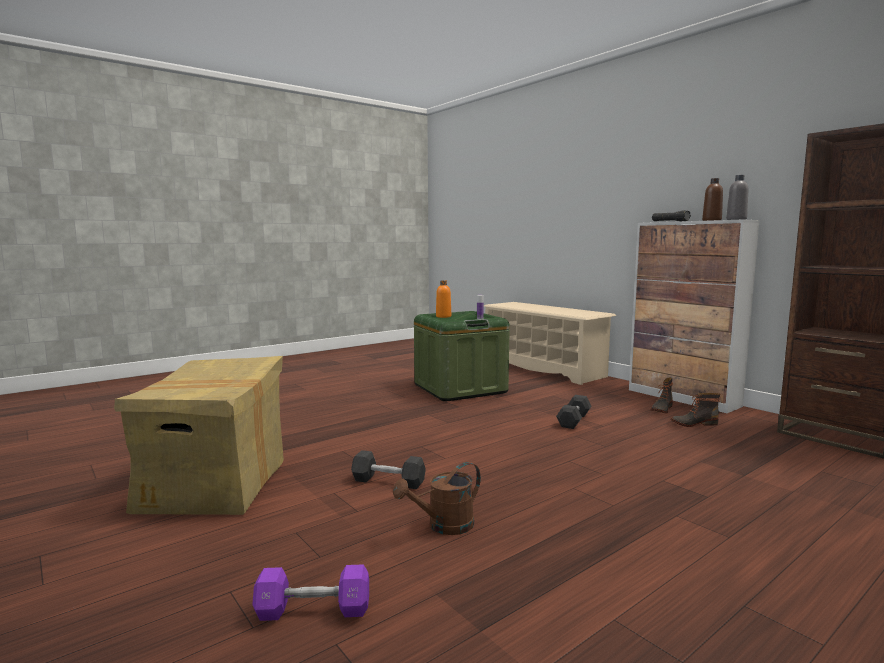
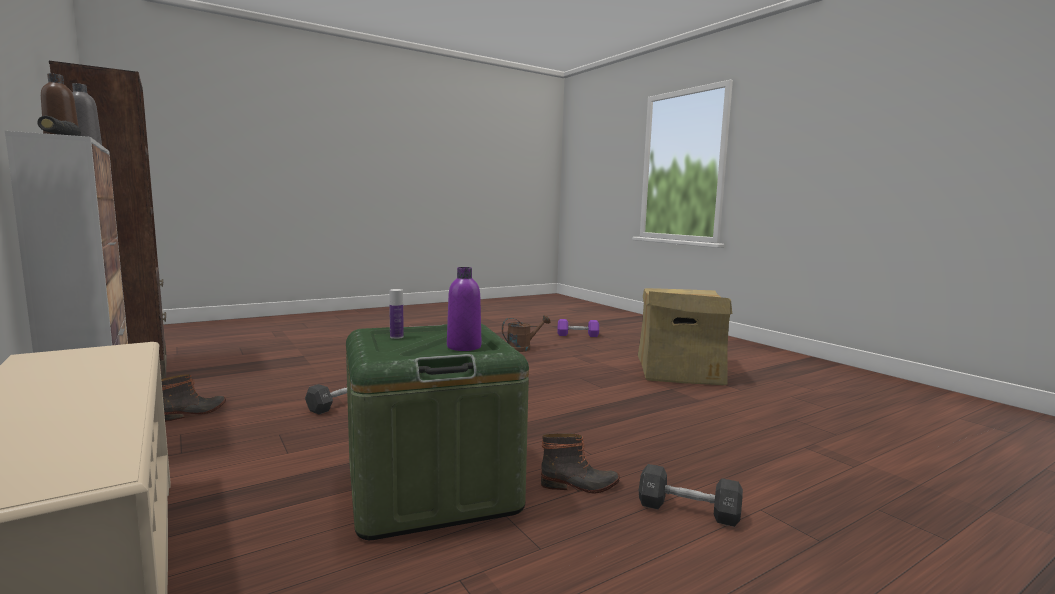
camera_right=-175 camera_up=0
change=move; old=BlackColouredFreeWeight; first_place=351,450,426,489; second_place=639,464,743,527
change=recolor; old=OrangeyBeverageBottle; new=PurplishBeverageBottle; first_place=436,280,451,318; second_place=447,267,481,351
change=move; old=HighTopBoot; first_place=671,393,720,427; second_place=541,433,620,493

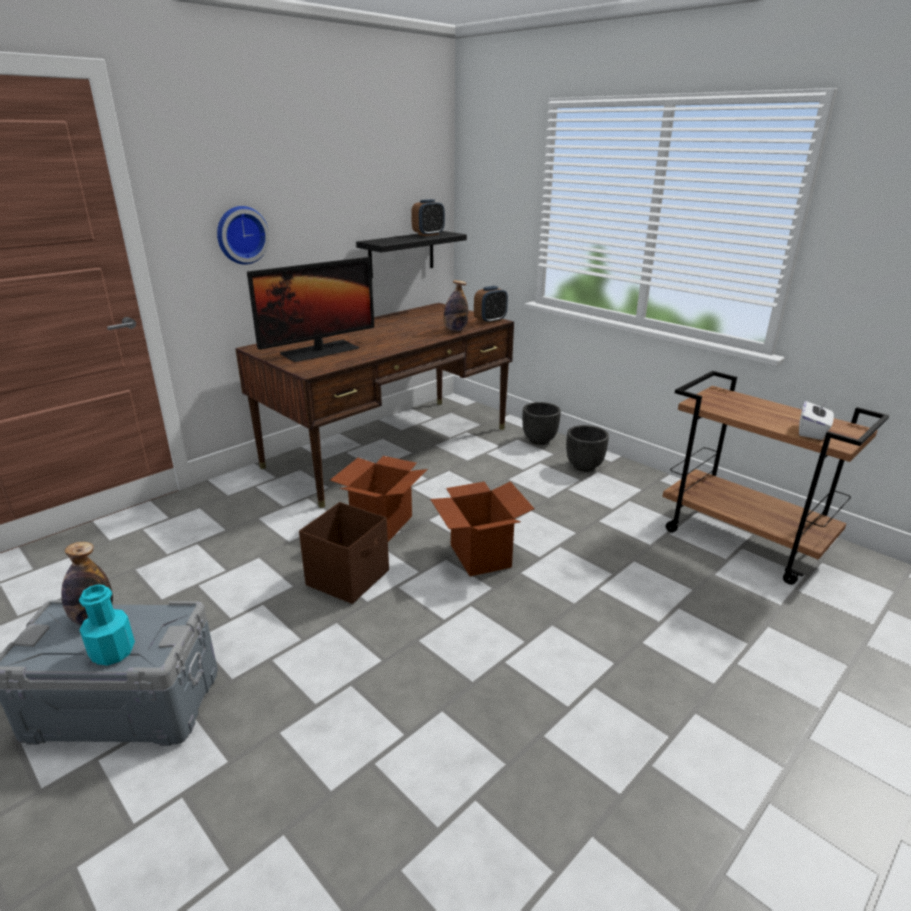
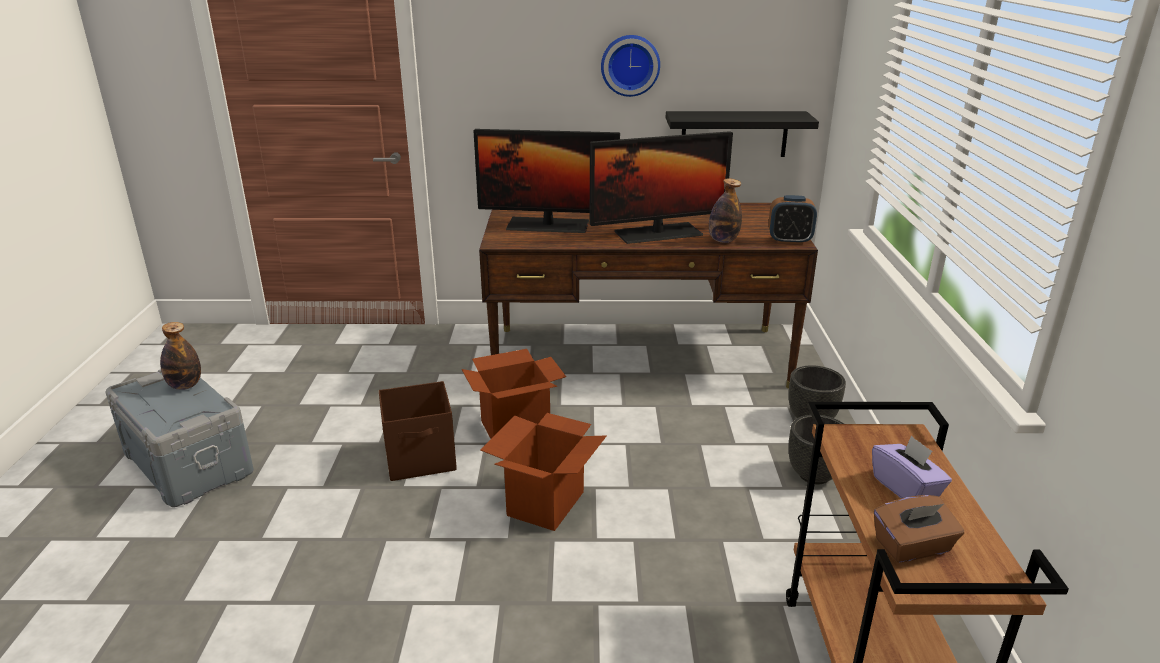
camera_right=45 camera_up=0
change=delete; old=BlueGreenBeverageBottle; first_place=79,585,135,666
change=move; old=HangingClock; first_place=217,206,269,265; second_place=601,35,660,97
change=delete; old=AlarmClock; first_place=411,199,445,236
change=recolor; old=WhiteBoxOfTissues; new=BrownishBoxOfTissues; first_place=799,400,834,440; second_place=874,495,964,563
change=insert; new=Monitor; second_place=589,131,733,244
change=insert; new=PurplishBoxOfTissues; second_place=872,435,952,499

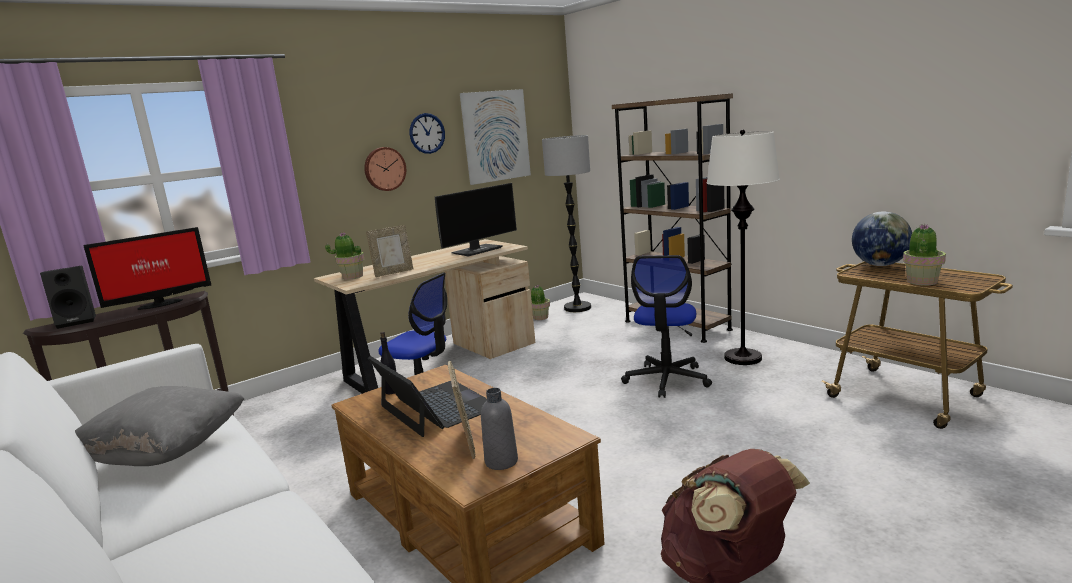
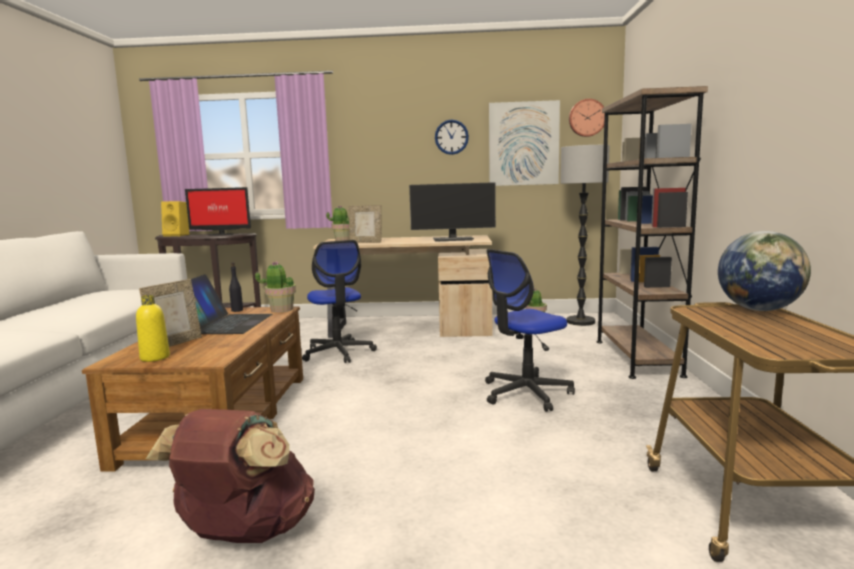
camera_right=40 camera_up=-5
change=recolor; old=BlackColouredSpeaker; new=YellowishSpeaker; first_place=40,266,96,329; second_place=161,201,189,237
change=delete; old=GreyPillow; first_place=75,386,245,466
change=move; old=HangingClock; first_place=364,147,406,191; second_place=569,99,605,137
change=recolor; old=GreyBeverageBottle; new=YellowishBeverageBottle; first_place=481,388,518,470; second_place=136,295,170,362
change=delete; old=WhiteStandardLamp; first_place=707,129,780,365
change=move; old=PottedPlant; first_place=903,224,946,285; second_place=255,261,296,312

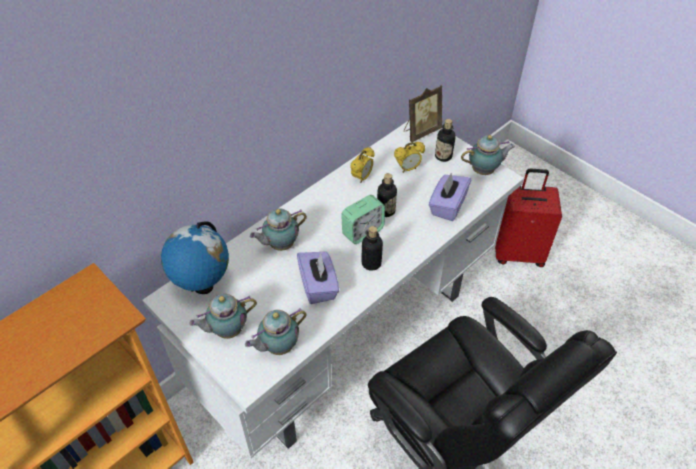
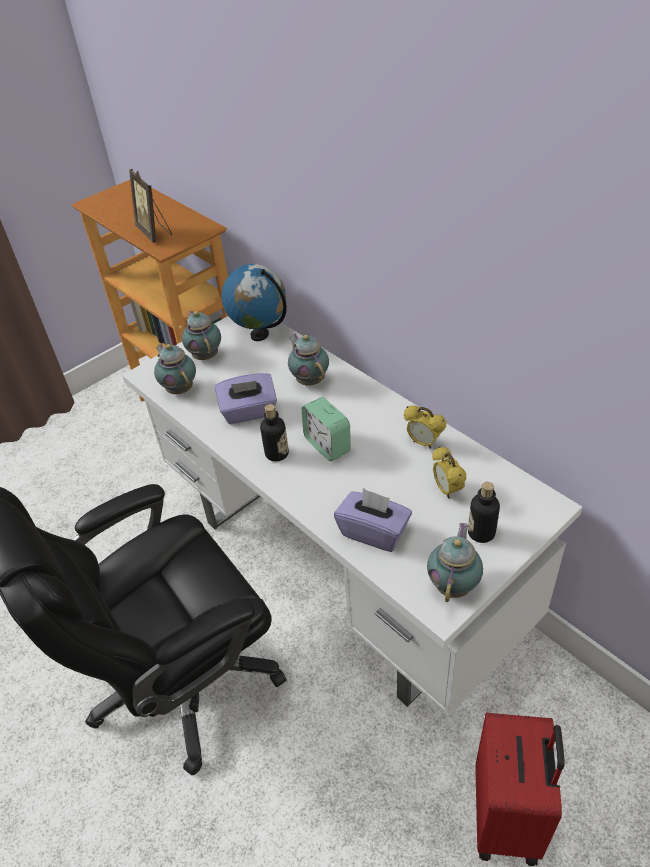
camera_right=95 camera_up=-5
change=delete; old=BeverageBottle; first_place=377,173,397,217
change=move; old=PhotoFrame; first_place=404,85,442,142; second_place=129,169,172,243
change=rotate; old=Teapot; first_place=461,135,515,175; second_place=427,523,483,602; degrees=-150

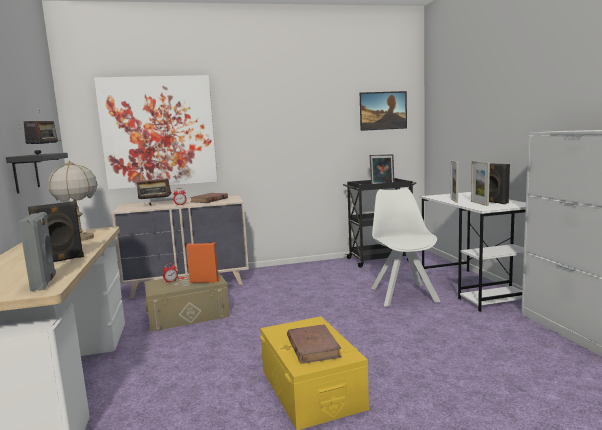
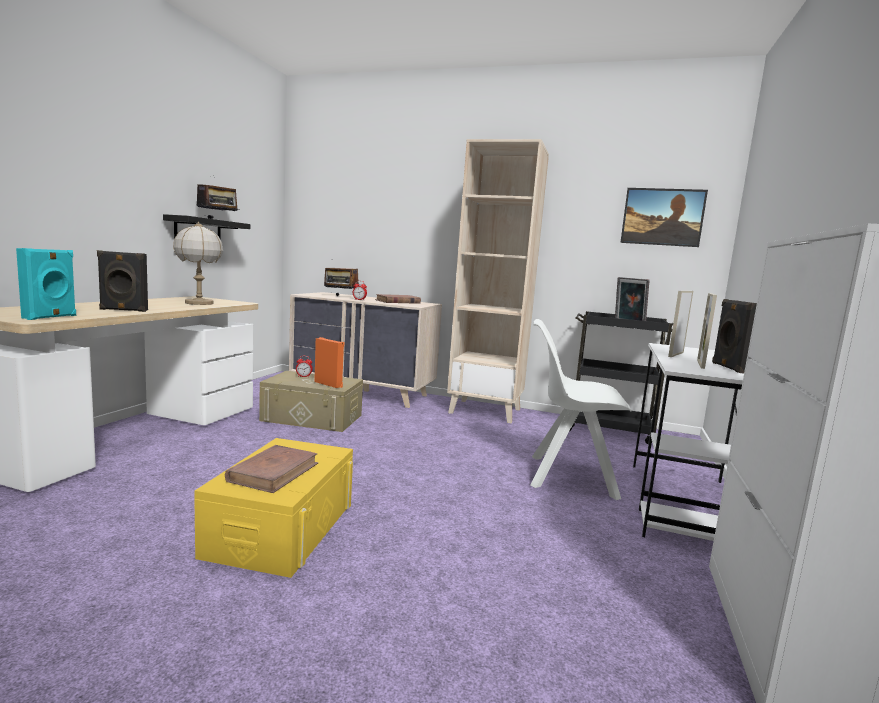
camera_right=30 camera_up=0
change=recolor; old=GreySpeaker; new=BlueGreenSpeaker; first_place=19,212,56,291; second_place=16,248,76,320
change=delete; old=Picture; first_place=94,75,218,190
change=rotate; old=WhitePlainChair; first_place=371,188,440,307; second_place=530,319,631,500; degrees=-105
change=insert; new=BeigeBookcase; second_place=447,139,549,423

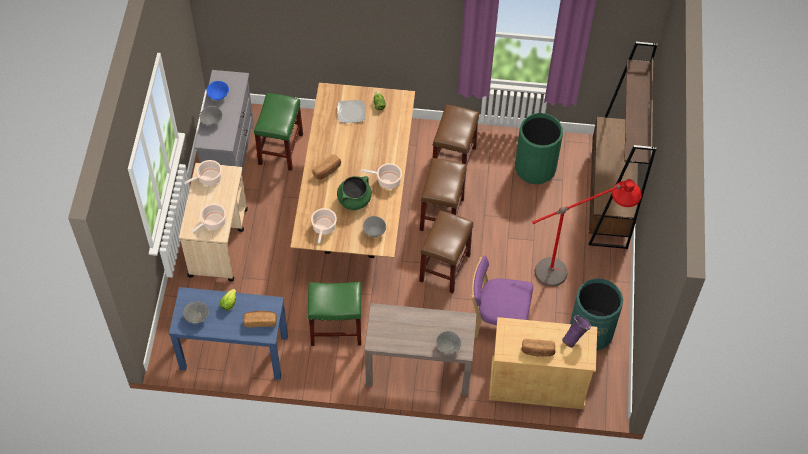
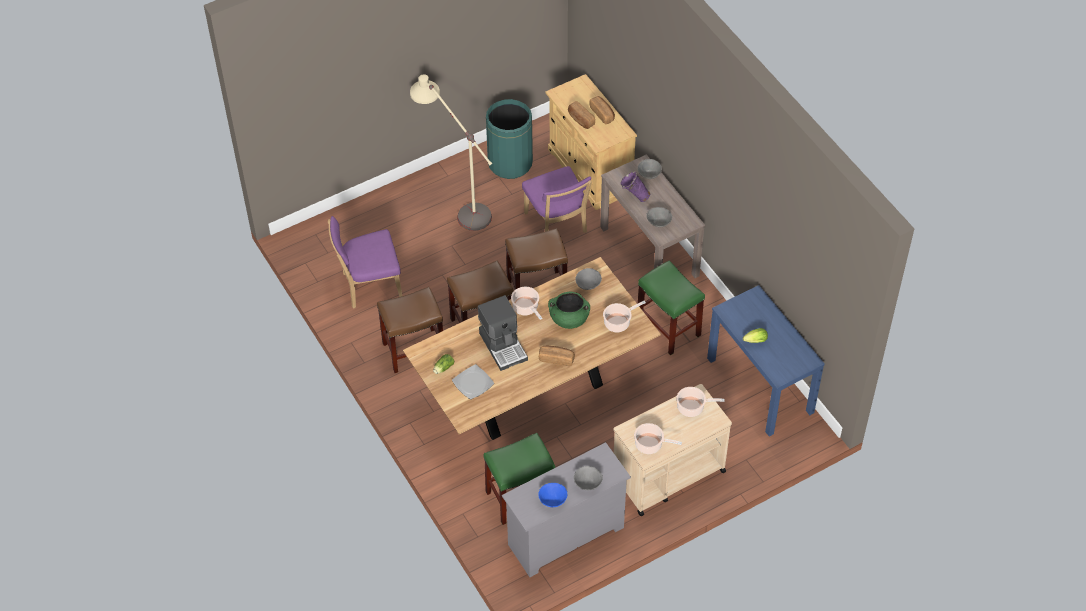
camera_right=-125 camera_up=-5
change=move; old=GreyBowl; first_place=183,302,209,323; second_place=646,207,672,227
change=move; old=BakeryBread; first_place=243,311,277,327; second_place=568,101,595,129
change=replace; old=GreenishRubbishBin; new=PurplishPlainChair; first_place=515,113,563,184; second_place=328,216,402,309
change=recolor; old=RedStandardLamp; new=BeigeStandardLamp; first_place=532,179,642,287; second_place=410,75,492,231
change=move; old=PurplishDecorativeVase; first_place=562,315,591,348; second_place=621,171,650,202
change=delete; old=BrownishBookcase; first_place=589,41,657,249
change=insert; new=CoffeeMachine; second_place=478,295,528,371

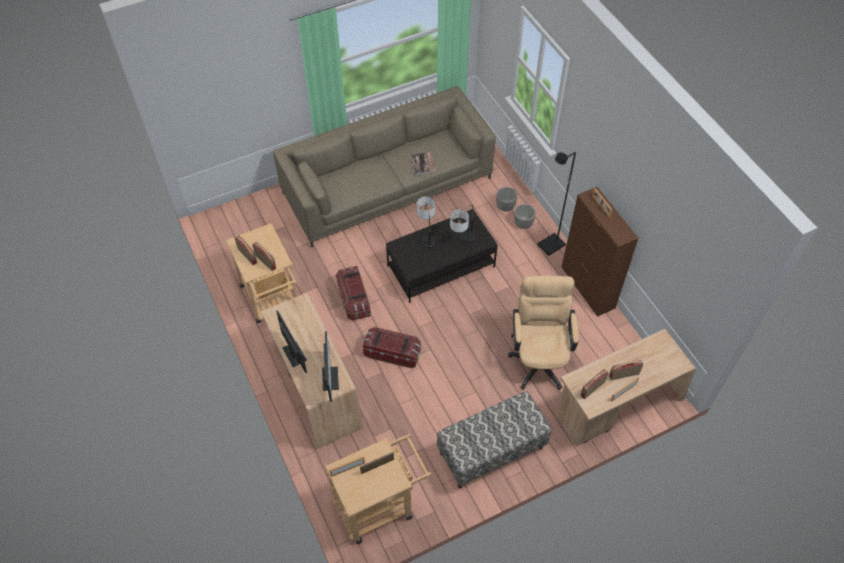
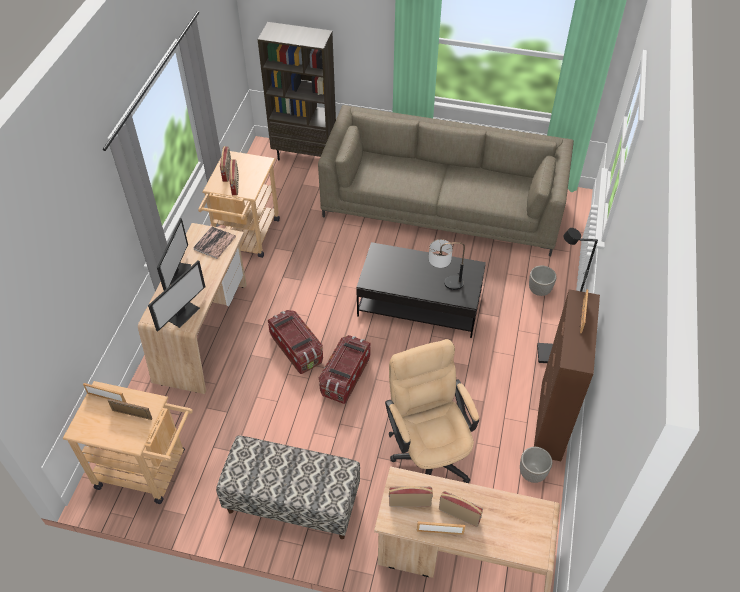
camera_right=40 camera_up=-5
change=move; old=StorageBox; first_place=336,266,371,321; second_place=319,335,371,404
change=move; old=Book; first_place=410,152,437,175; second_place=193,227,236,259
change=delete; old=TableLamp; first_place=417,196,435,248
change=rotate; old=BeigeOfficeChair; first_place=508,276,579,390; second_place=385,339,479,483; degrees=-60
change=move; old=PlantPot; first_place=514,204,536,229; second_place=520,447,552,483
change=insert; new=BrownishBookcase; second_place=258,22,336,160

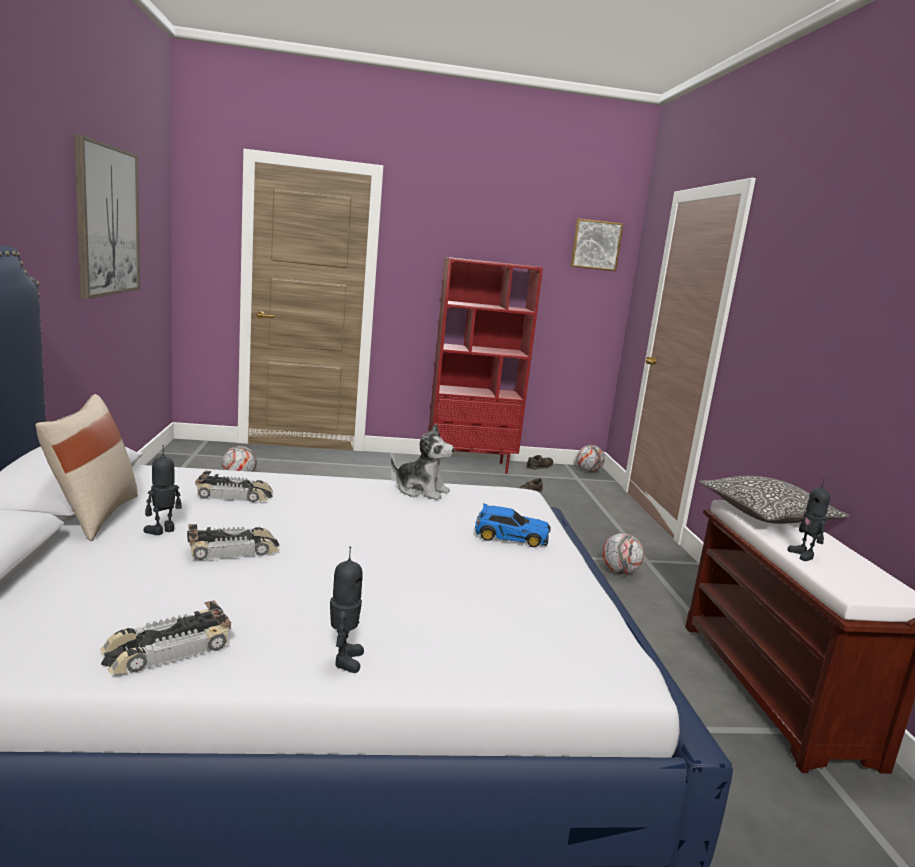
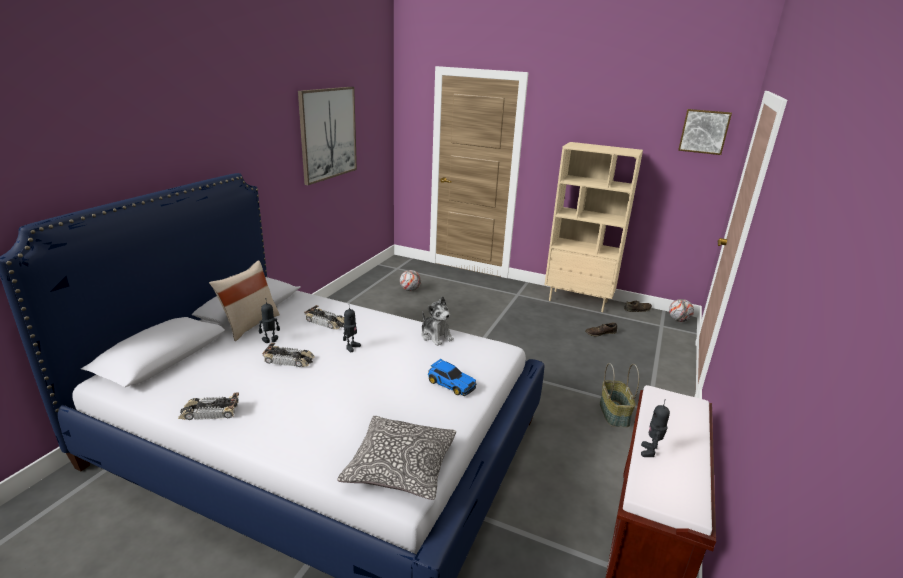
camera_right=30 camera_up=10
change=move; old=ModelRobot; first_place=330,546,364,673; second_place=343,304,361,352
change=recolor; old=RedBookcase; new=BeigeBookcase; first_place=428,257,543,474; second_place=545,142,643,312
change=replace; old=Football; new=Basket; first_place=602,533,644,574; second_place=600,363,639,427
change=move; old=Pillow; first_place=699,476,850,524; second_place=337,416,456,500

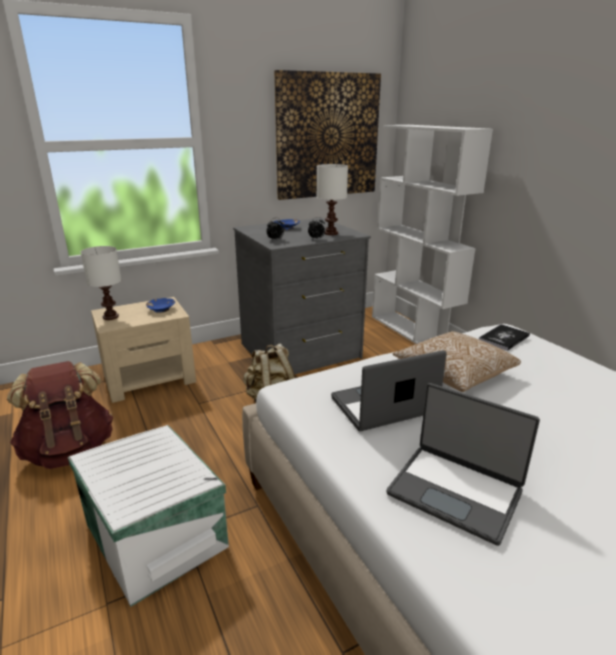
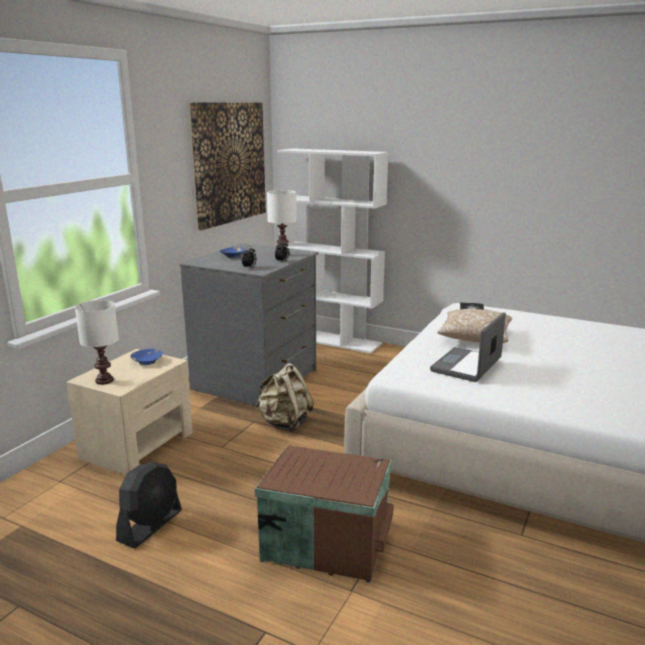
camera_right=-35 camera_up=-5
change=replace; old=BrownishBackpack; new=BlackColouredCoolingFan; first_place=7,361,113,469; second_place=116,462,182,549
change=recolor; old=WhiteStorageBox; new=BrownishStorageBox; first_place=68,425,229,607; second_place=255,445,394,583
change=delete; old=Laptop; first_place=387,383,540,546

